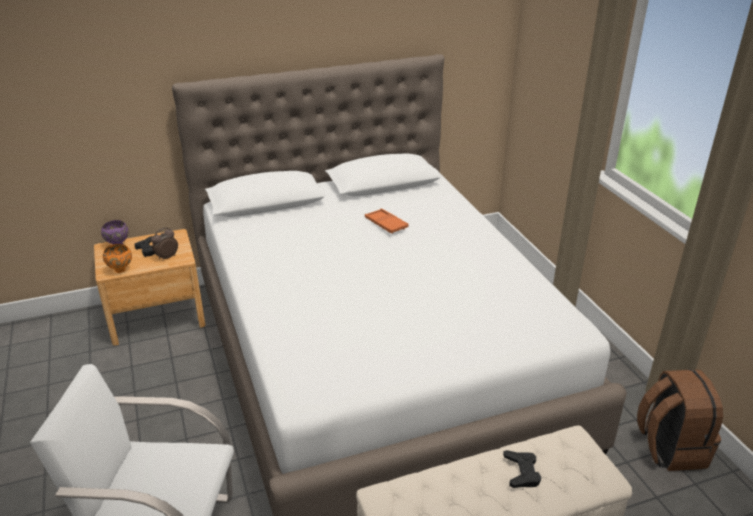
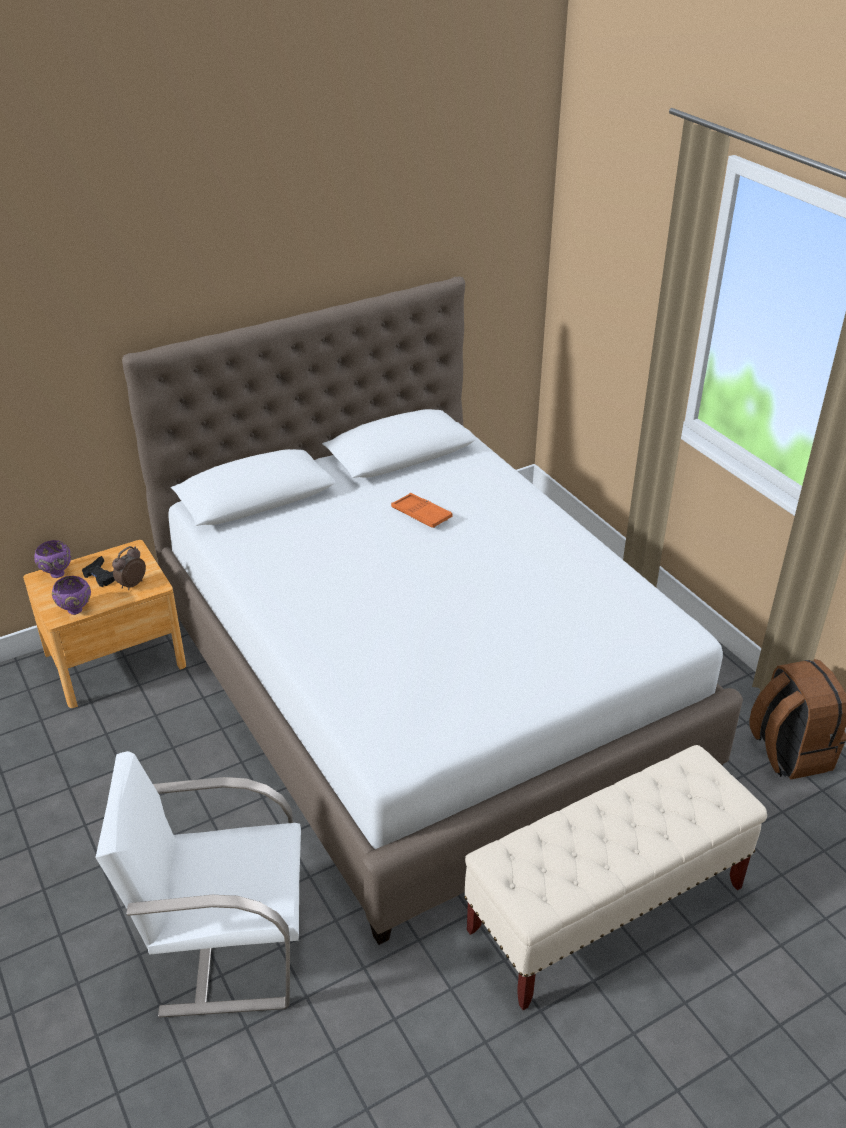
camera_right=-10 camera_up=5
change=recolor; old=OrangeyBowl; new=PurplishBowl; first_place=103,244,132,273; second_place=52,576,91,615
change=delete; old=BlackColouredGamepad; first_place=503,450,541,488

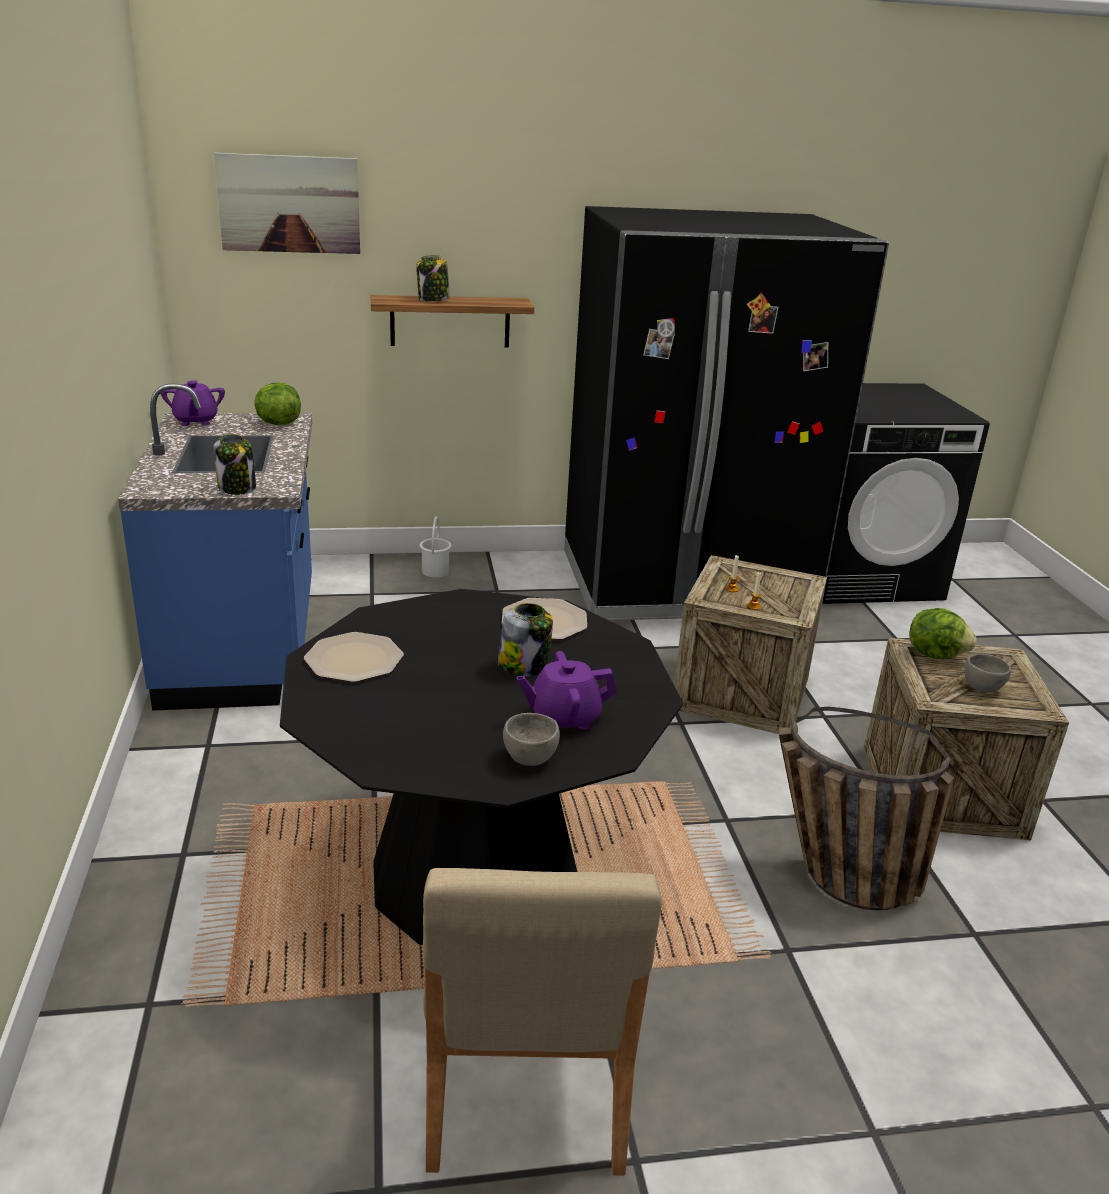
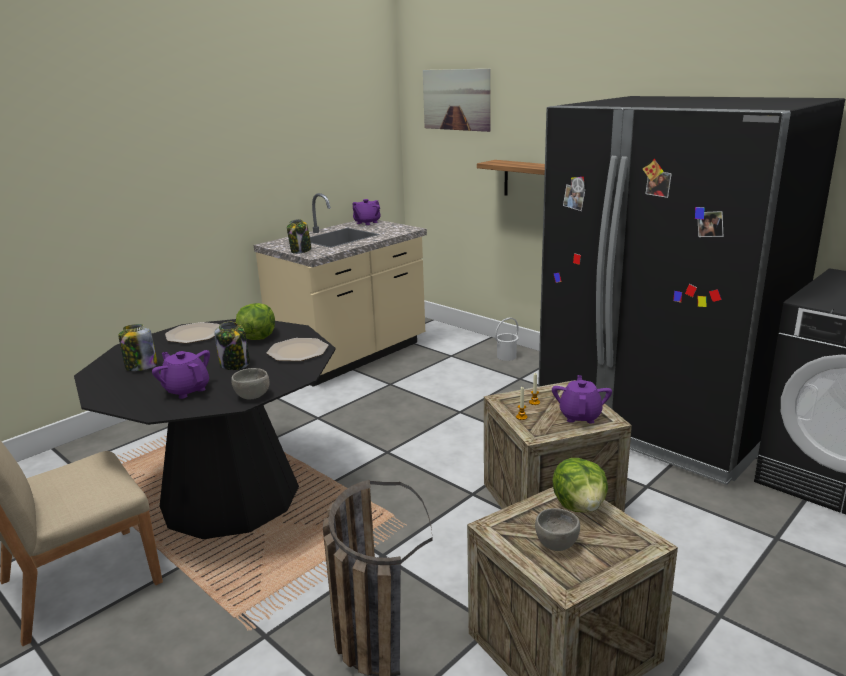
camera_right=55 camera_up=-5
change=recolor; old=BlueKitchenCounter; new=BeigeKitchenCounter; first_place=118,383,312,711; second_place=254,193,427,387
change=move; old=LettuceHead; first_place=254,382,301,425; second_place=236,303,275,340
change=move; old=Jar; first_place=416,255,450,301; second_place=119,324,158,371
change=move; old=GreyBowl; first_place=503,713,560,766; second_place=231,368,270,400
change=insert; new=PurplishTeapot; second_place=552,375,612,424

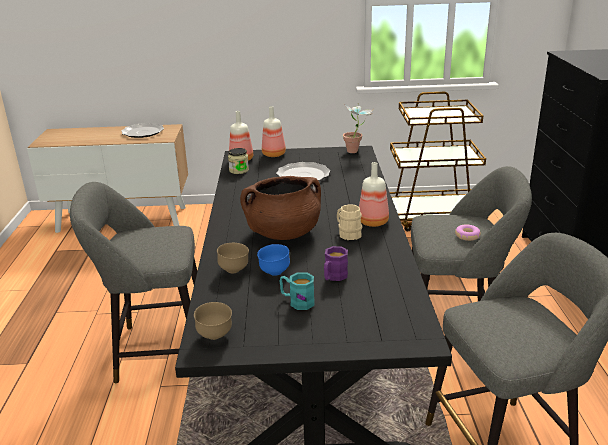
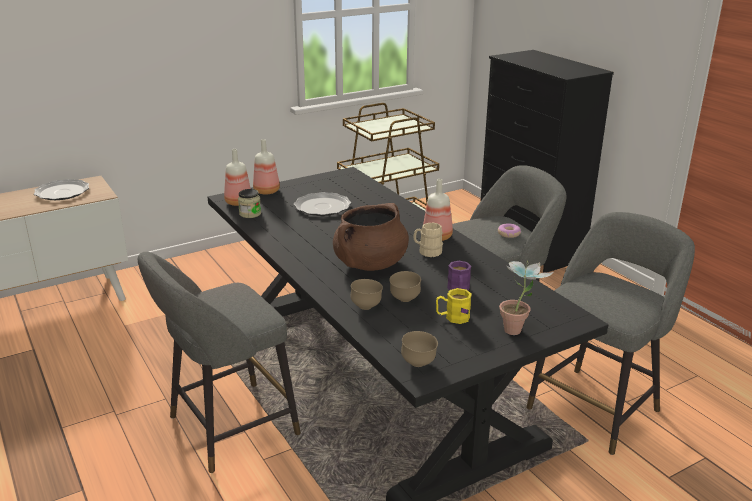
camera_right=-30 camera_up=0
change=recolor; old=BlueBowl; new=BrownishBowl; first_place=257,244,290,276; second_place=389,271,421,302
change=recolor; old=BlueGreenMug; new=YellowishMug; first_place=280,272,315,310; second_place=436,288,472,324
change=move; old=PottedPlant; first_place=343,103,374,153; second_place=499,261,553,335

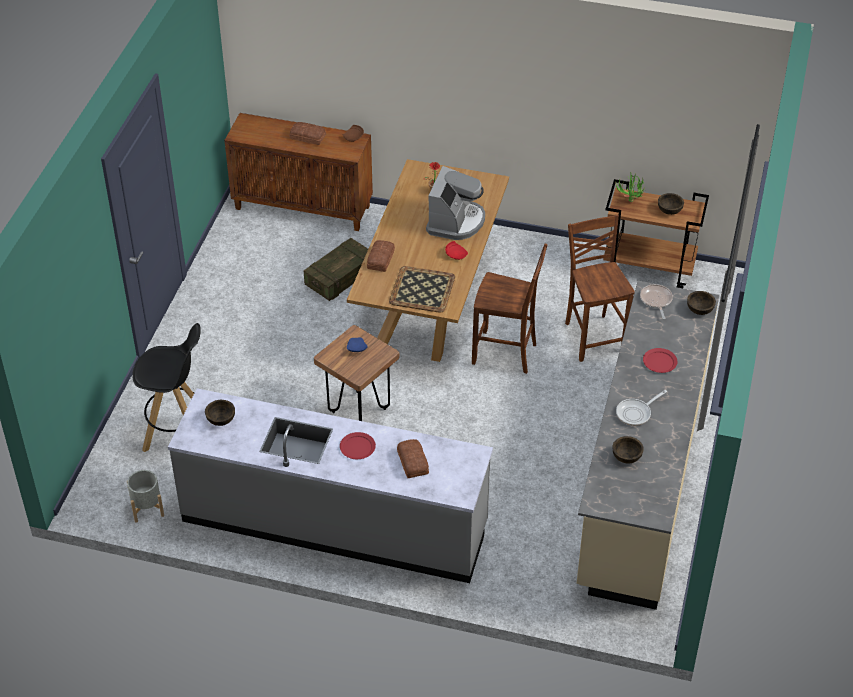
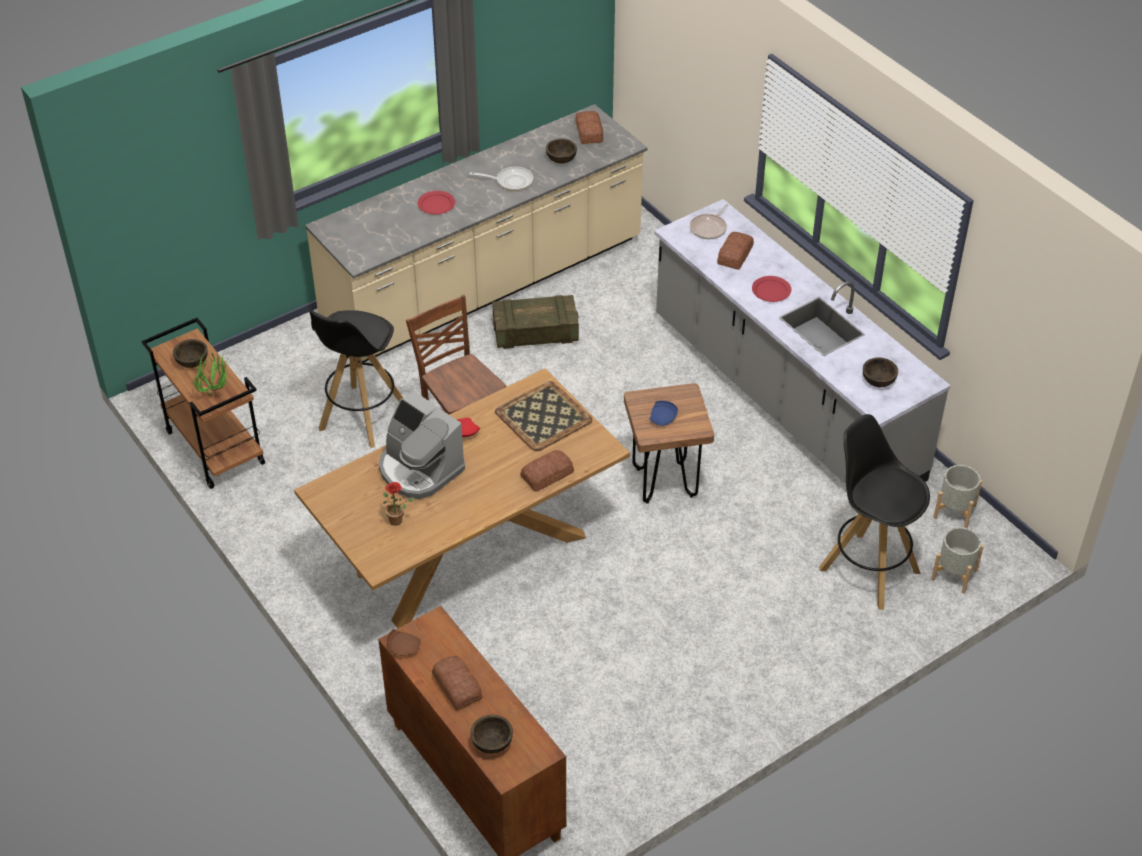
camera_right=-140 camera_up=0
change=move; old=PackingCrate; first_place=304,238,368,301; second_place=492,295,579,349
change=rotate; old=CoffeeMachine; first_place=426,166,485,240; second_place=379,391,465,499; degrees=-105
change=replace; old=BrownishPlainChair; new=BlackColouredStoolSeat; first_place=565,215,635,362; second_place=309,310,403,448
change=move; old=Pan; first_place=640,284,673,319; second_place=690,204,729,239
change=move; old=BrownishBowl; first_place=687,291,716,315; second_place=470,715,513,754
change=insert; new=BakeryBread; second_place=576,111,603,144
change=insert; new=GreyPlantPot; second_place=931,527,984,593

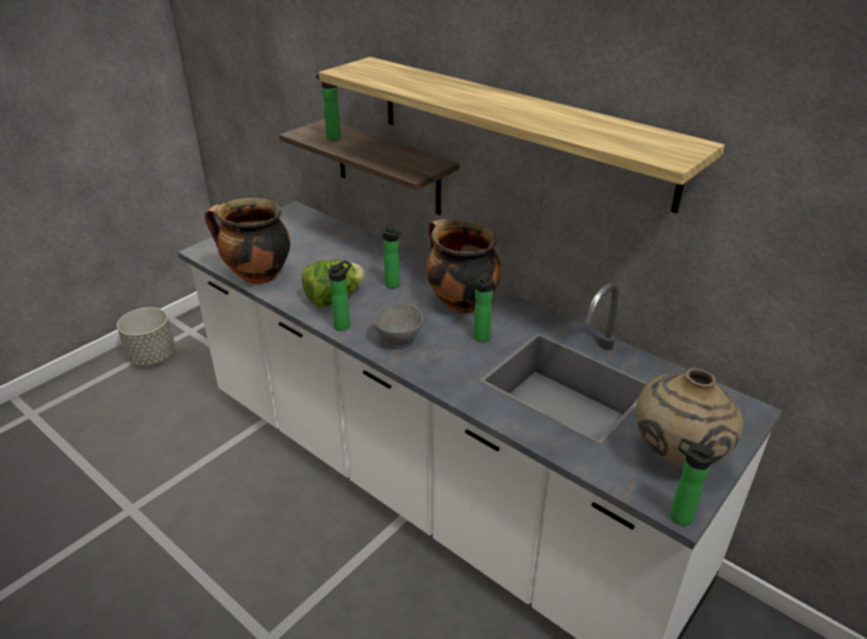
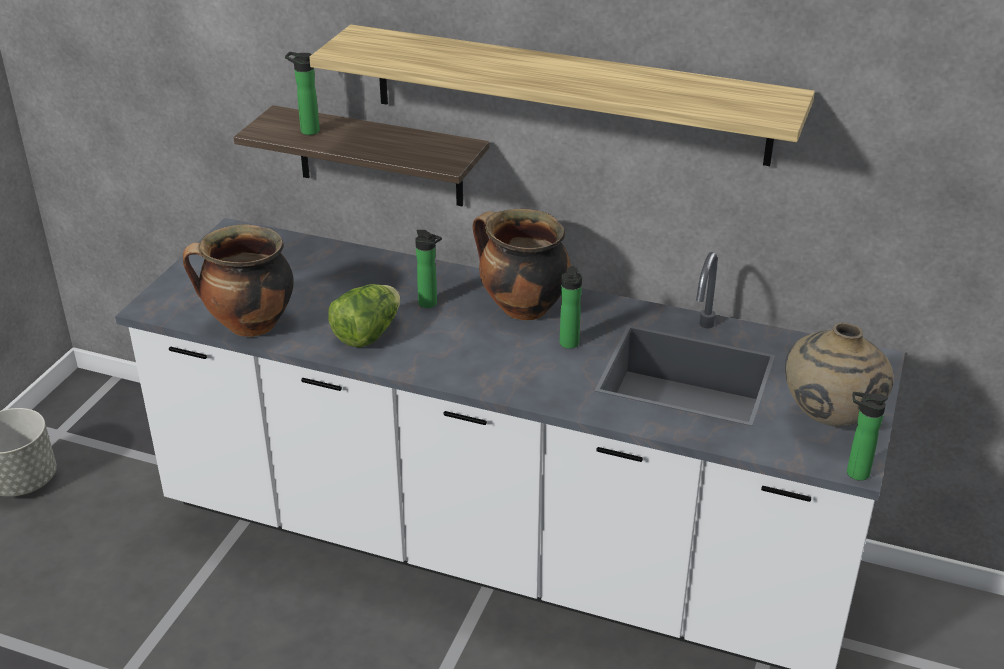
camera_right=-20 camera_up=0
change=delete; old=BeverageBottle; first_place=329,260,352,331
change=delete; old=GreyBowl; first_place=373,303,423,346

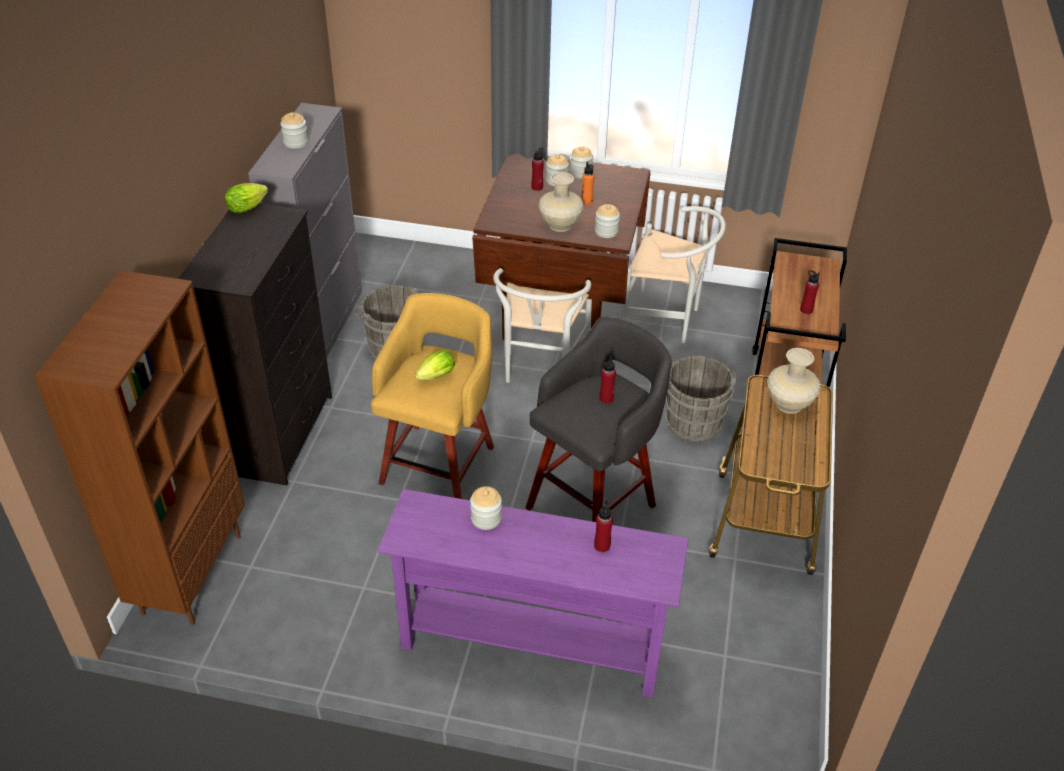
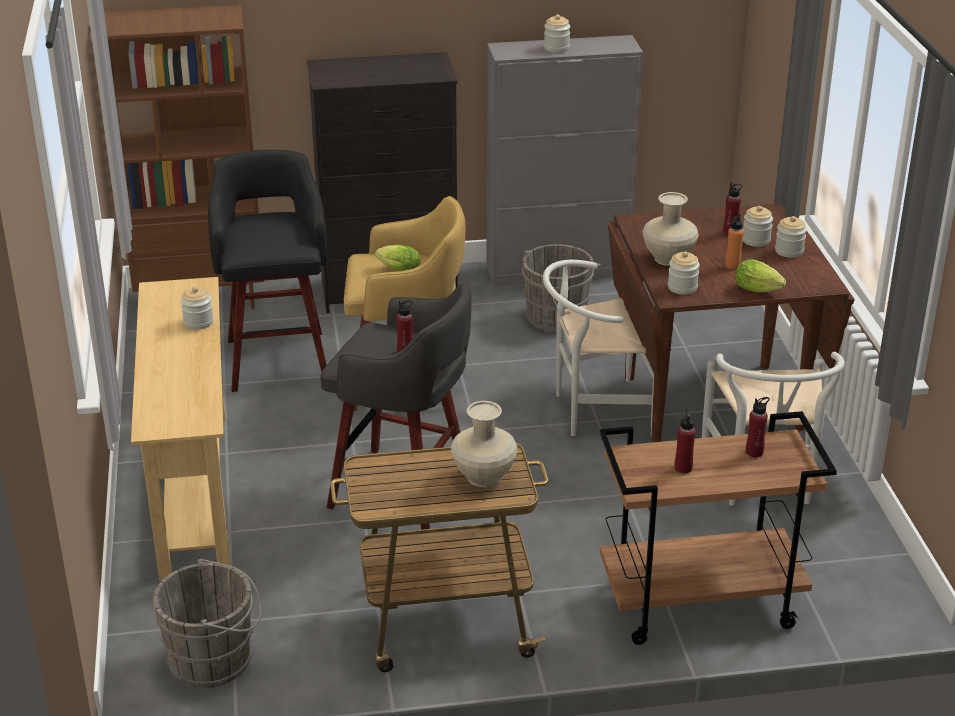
camera_right=70 camera_up=-10
change=move; old=LettuceHead; first_place=225,183,268,213; second_place=735,259,786,293
change=recolor; old=PurplishConsoleTable; new=BeigeConsoleTable; first_place=378,489,688,698; second_place=131,277,231,581
change=move; old=RedBeverageBottle; first_place=594,500,613,552; second_place=746,397,770,458
change=move; old=GreyBucket; first_place=665,356,737,442; second_place=153,559,262,688
change=insert; new=BlackColouredStoolSeat; second_place=208,150,327,392

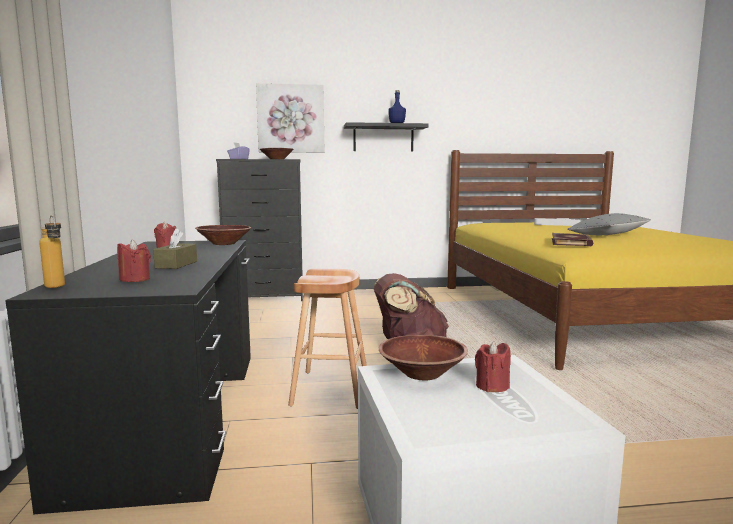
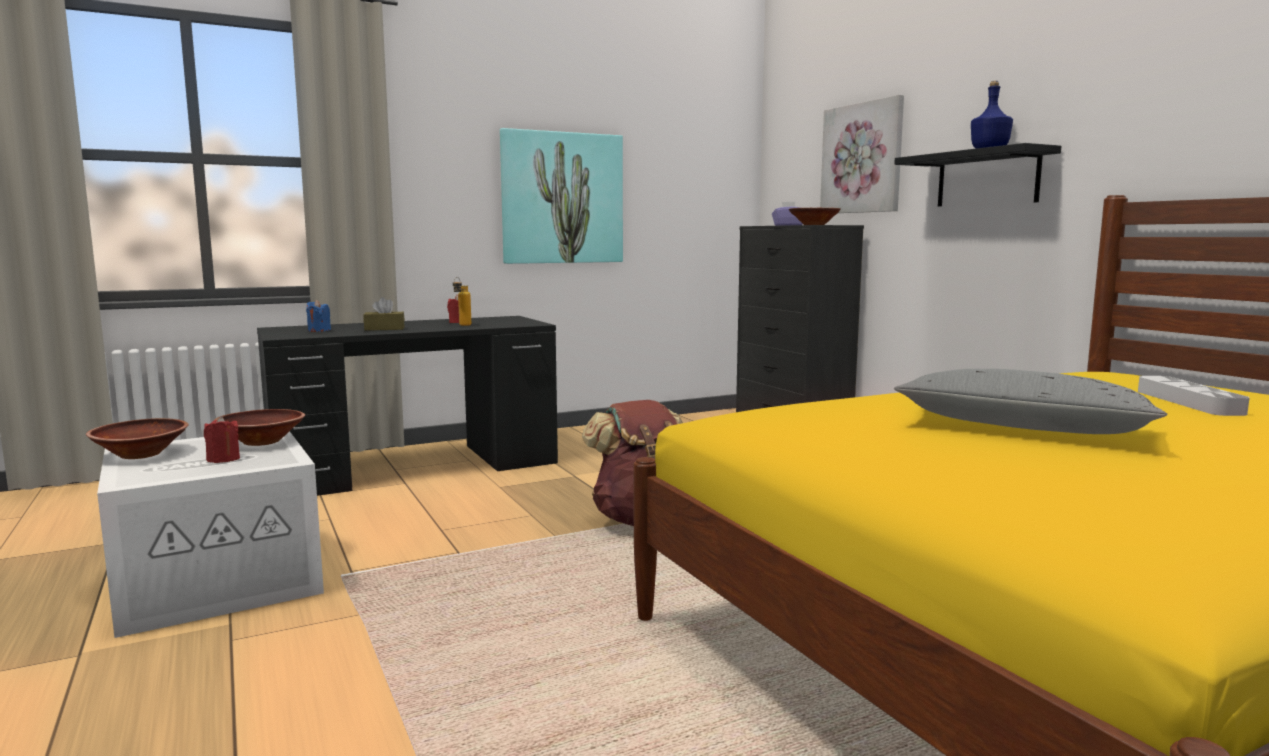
camera_right=70 camera_up=0
change=move; old=BeverageBottle; first_place=39,215,65,288; second_place=453,277,471,326
change=recolor; old=RedWaxCandle; new=BlueWaxCandle; first_place=117,240,151,282; second_place=306,300,331,332
change=move; old=BrownishBowl; first_place=195,225,251,245; second_place=86,418,189,459
change=delete; old=BrownishStoolSeat; first_place=288,269,367,409
change=delete; old=Book; first_place=552,233,594,246
change=insert; new=Picture; second_place=500,128,623,264

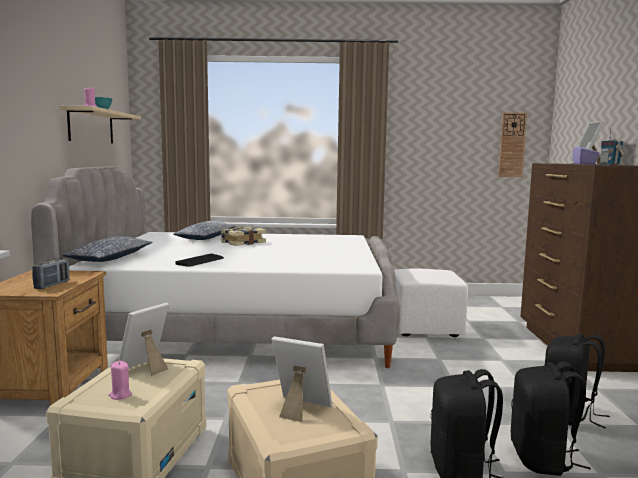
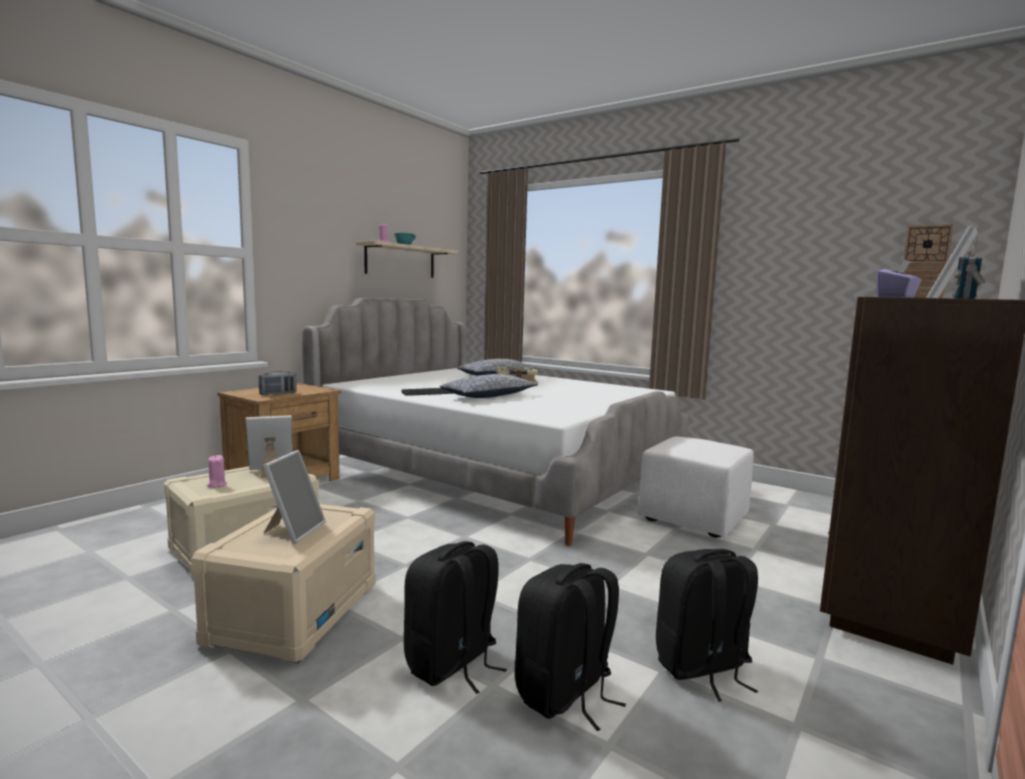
camera_right=35 camera_up=0
change=move; old=Pillow; first_place=62,236,152,262; second_place=439,374,538,398
change=rotate; old=PhotoFrame; first_place=272,336,332,422; second_place=263,450,326,544; degrees=45

